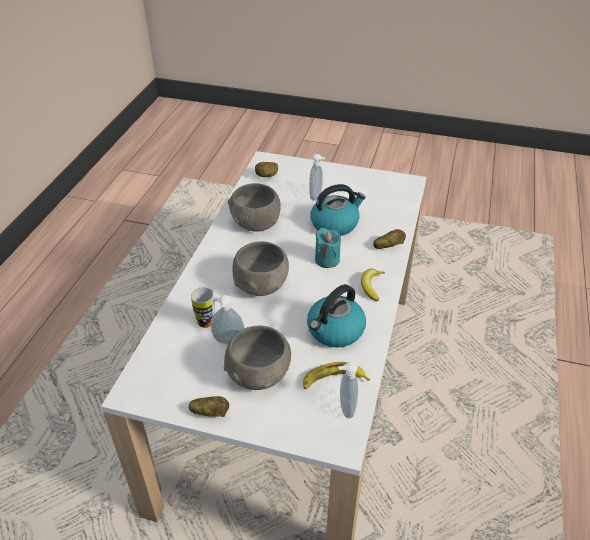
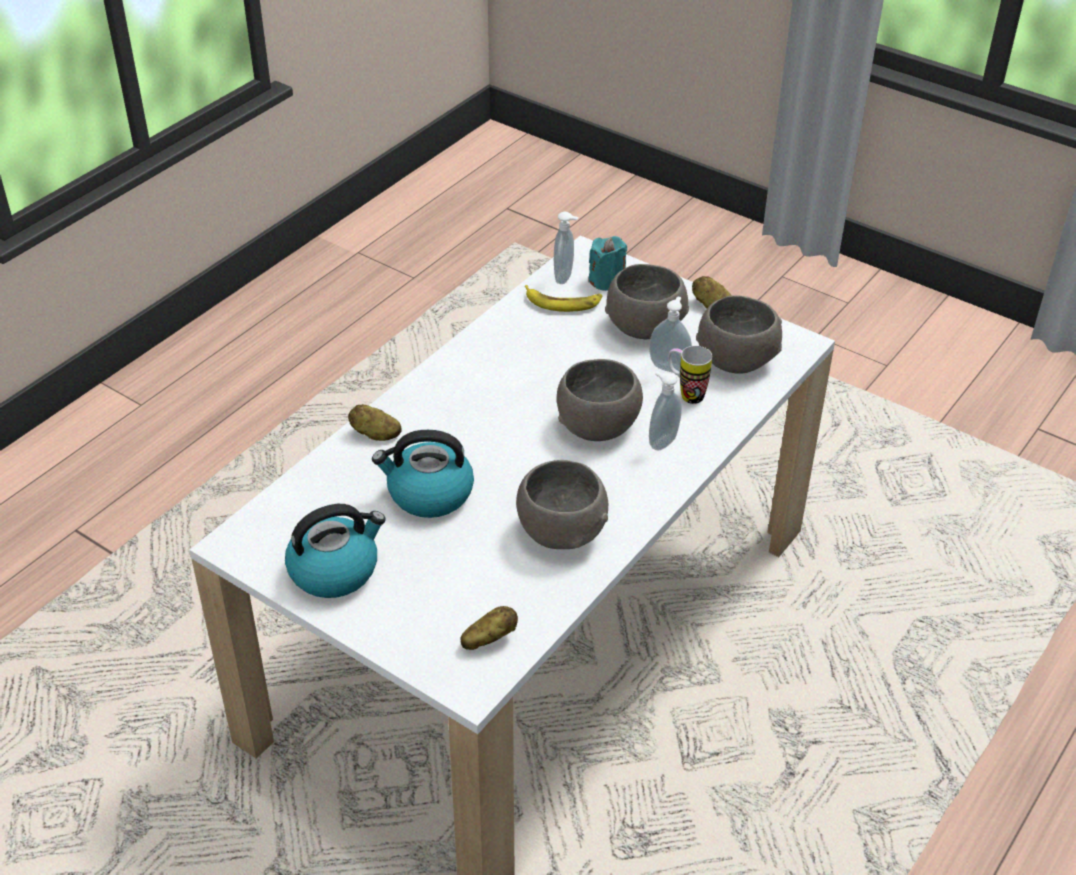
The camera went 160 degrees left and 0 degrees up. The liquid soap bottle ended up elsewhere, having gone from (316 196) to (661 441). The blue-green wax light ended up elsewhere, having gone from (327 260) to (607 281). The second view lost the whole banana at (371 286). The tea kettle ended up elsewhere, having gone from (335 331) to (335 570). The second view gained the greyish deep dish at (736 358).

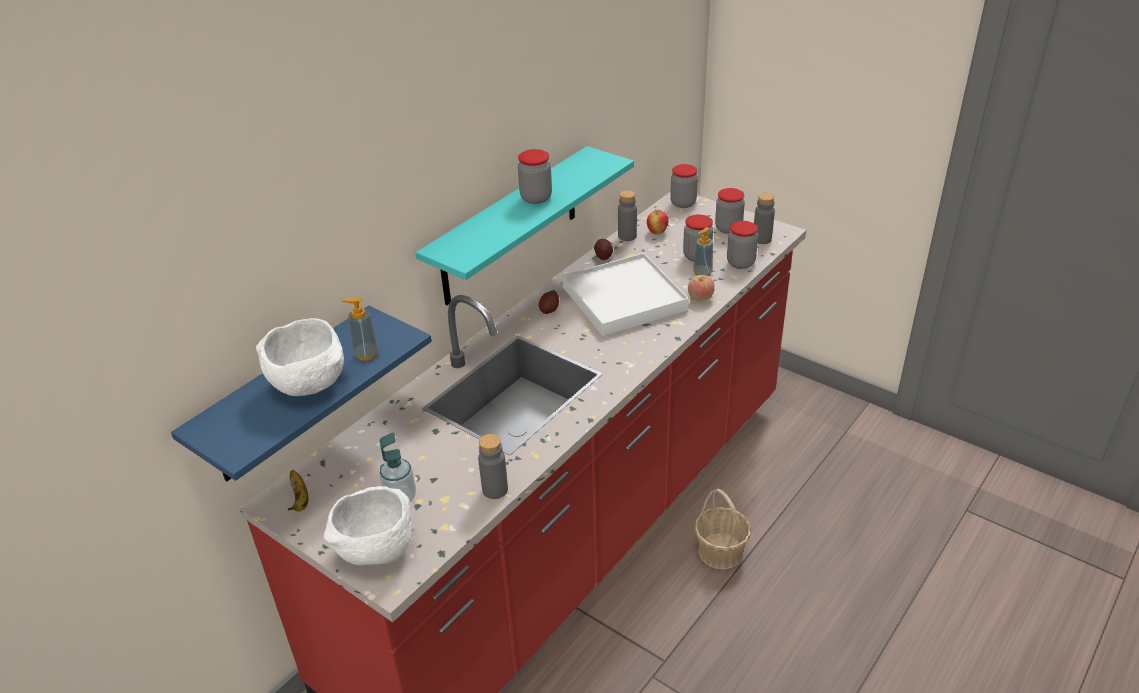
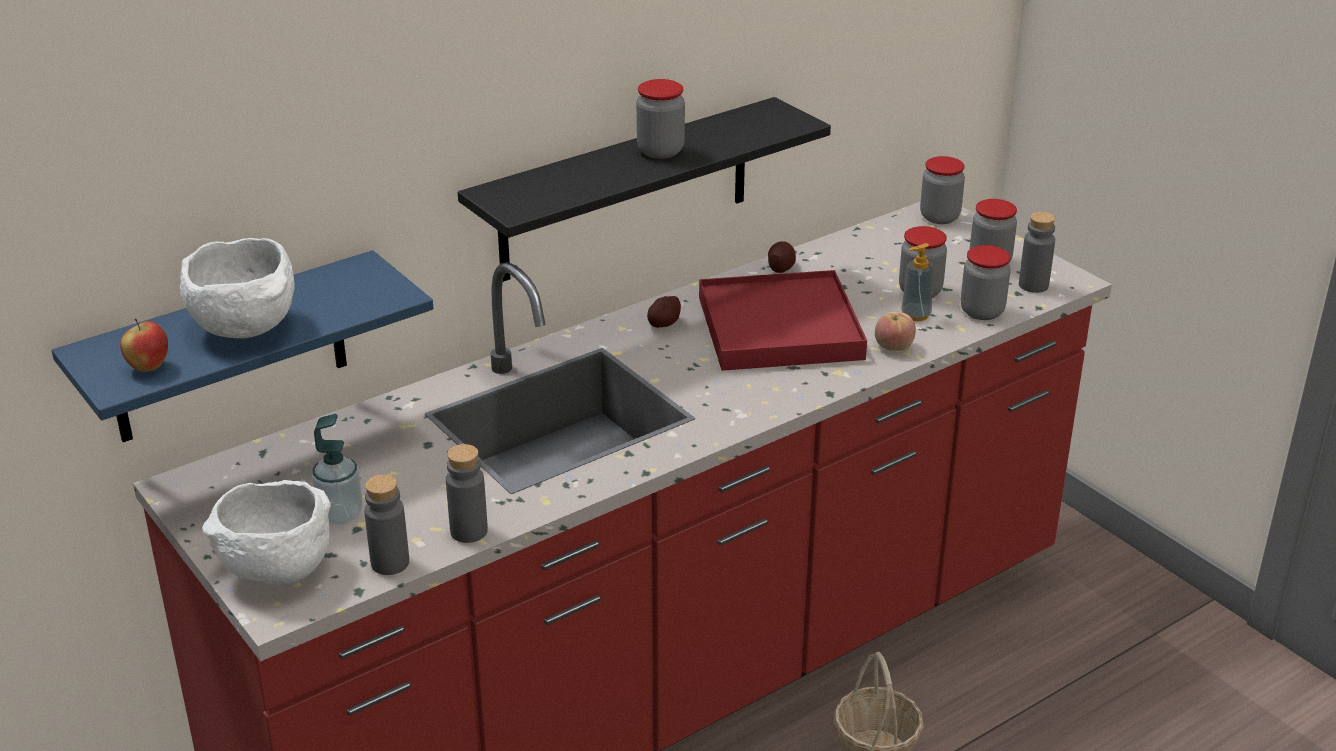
The camera went 15 degrees right and 5 degrees down. What was the blue-green wall shelf at (510 227) turned into the black wall shelf at (625 190). The greyish drink bottle ended up elsewhere, having gone from (627 236) to (390 563). The apple fruit ended up elsewhere, having gone from (657 232) to (149 367). What was the white serving tray at (623 299) turned into the red-coloured serving tray at (779 328). The second view lost the liquid soap bottle at (366 354). The second view lost the whole banana at (300 499).

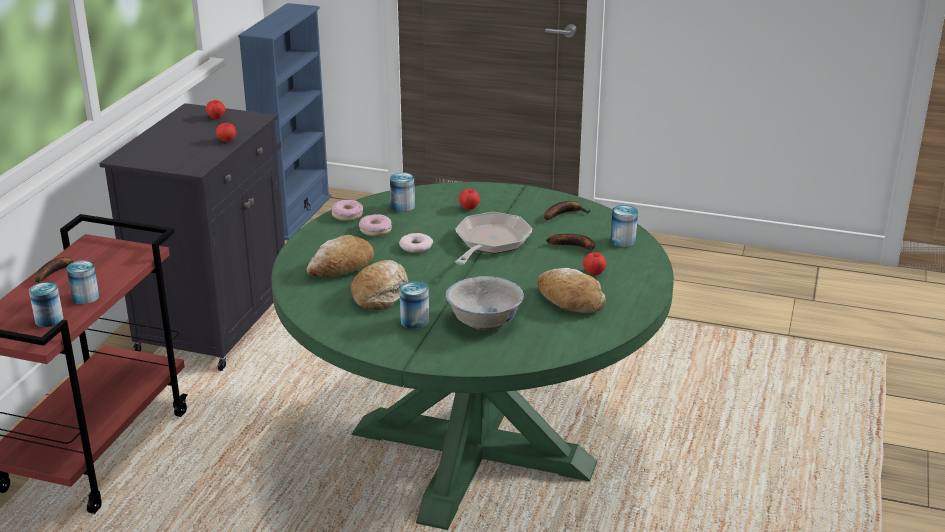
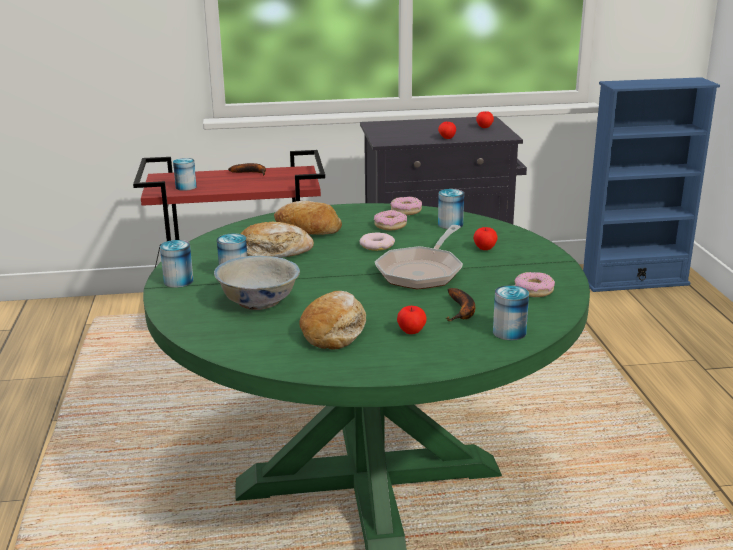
The camera went 65 degrees right and 5 degrees down. Where the whole banana stood at (564 214), the donut came to stand at (533 290). The pan at (490 242) ended up facing another way, 120 degrees clockwise from before. The metal can ended up elsewhere, having gone from (85 297) to (178 281).

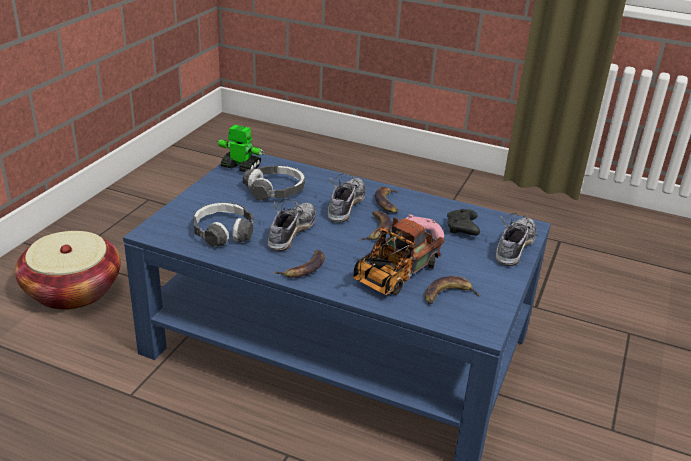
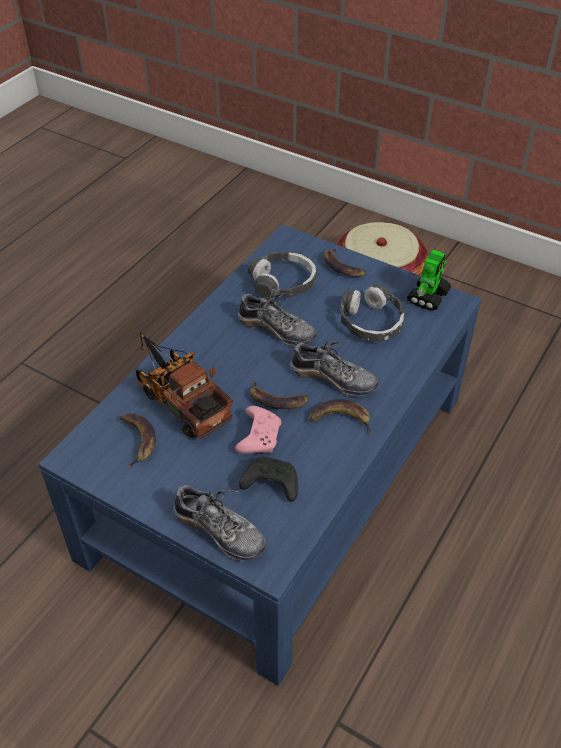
The camera went 100 degrees right and 15 degrees up. The whole banana ended up elsewhere, having gone from (304 268) to (342 266).

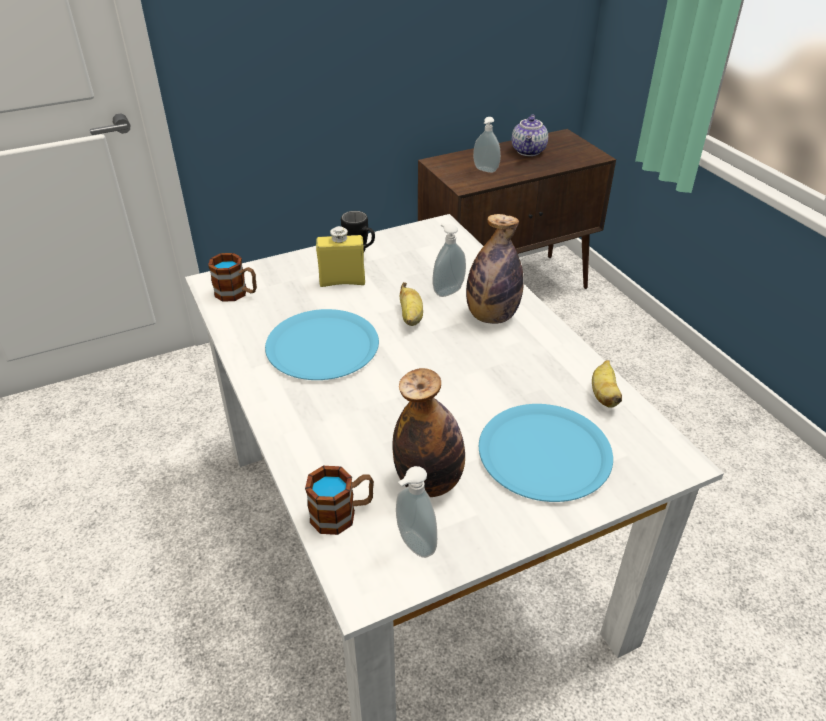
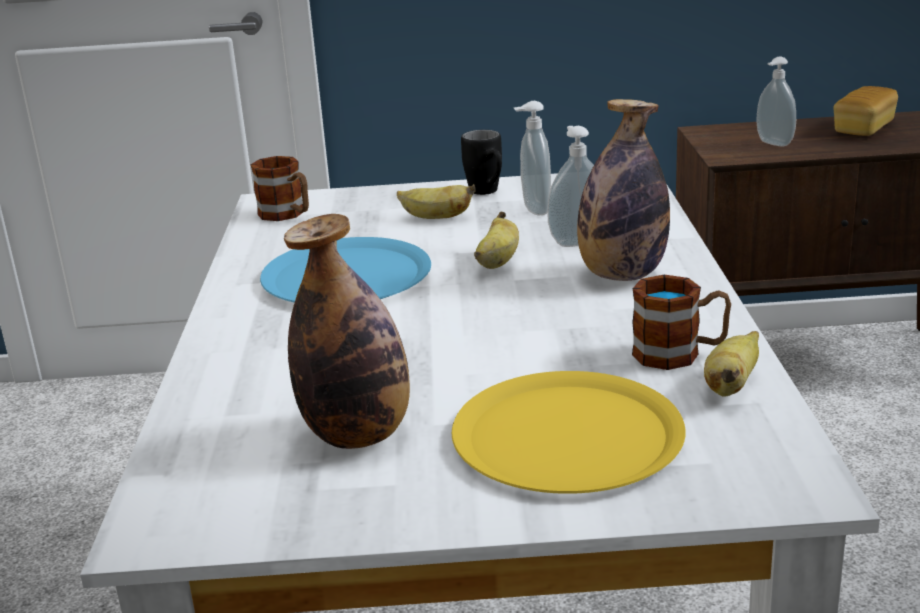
The camera went 25 degrees right and 15 degrees down. Where the pot for tea stood at (529 151), the baked bread came to stand at (863 128). Where the yellowish drink bottle stood at (342 282), the whole banana came to stand at (435 218). What was the blue dinner plate at (545 453) turned into the yellowish dinner plate at (568 435). The tea mug ended up elsewhere, having gone from (342 514) to (680 354). The liquid soap bottle ended up elsewhere, having gone from (413 545) to (533 210).

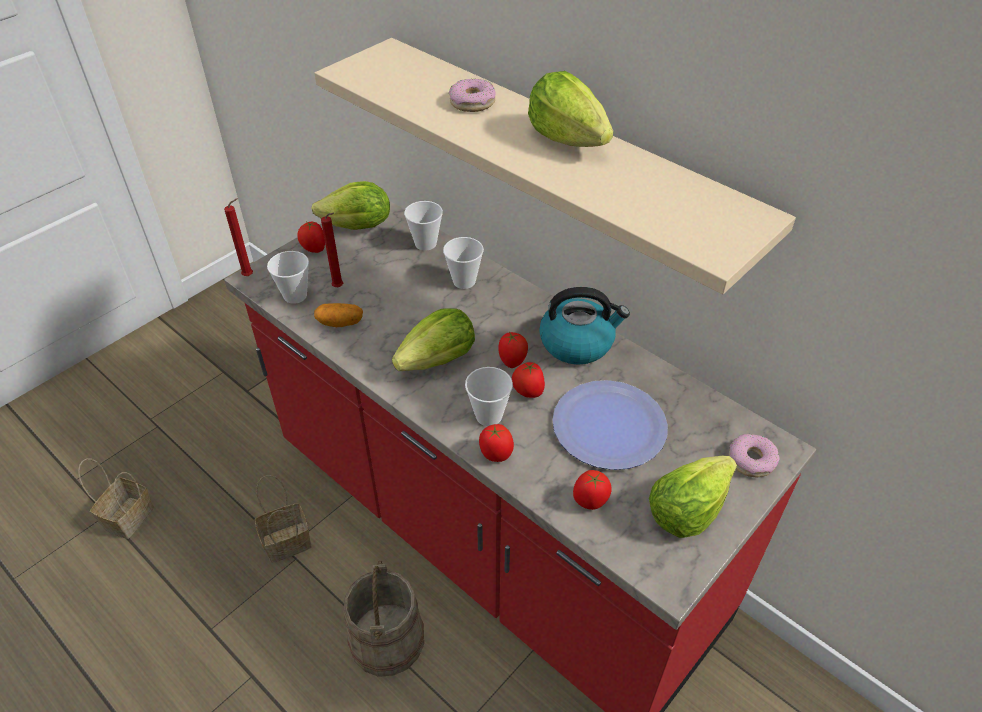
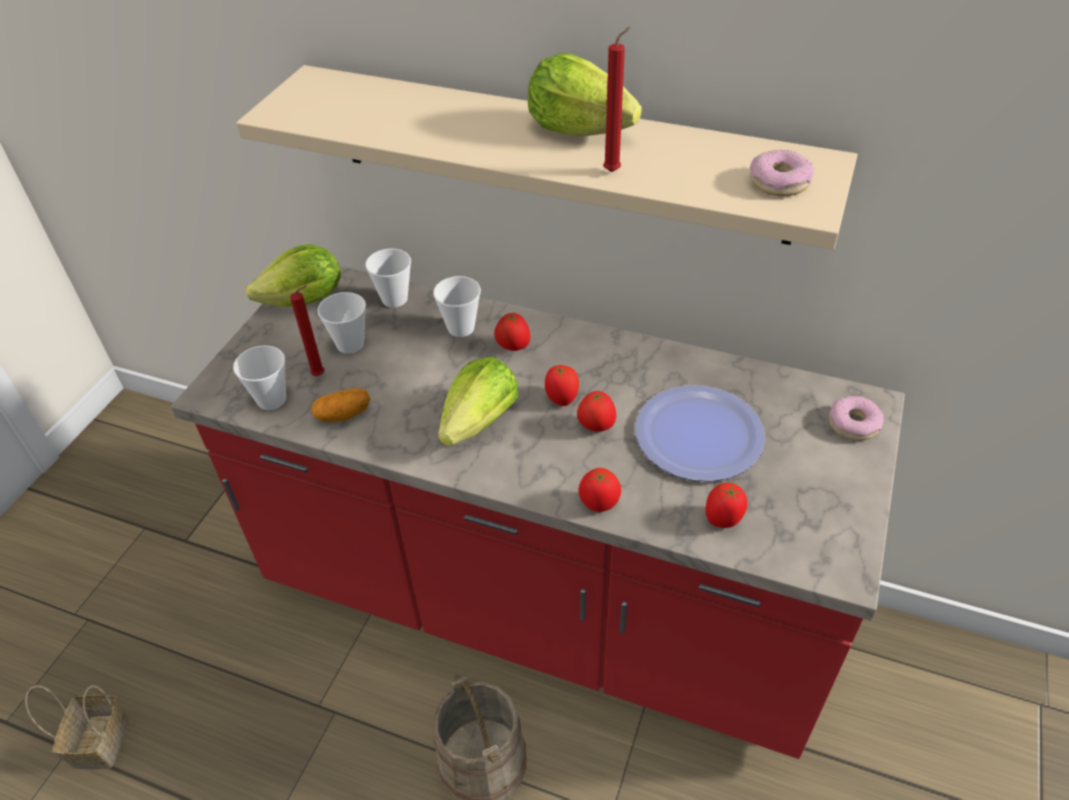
The camera went 20 degrees left and 0 degrees up. The donut ended up elsewhere, having gone from (472 102) to (779 182). The red-coloured wax light ended up elsewhere, having gone from (250 276) to (614 171). The fresh tomato ended up elsewhere, having gone from (313 249) to (513 347). The second view lost the tea kettle at (578 343). The cup ended up elsewhere, having gone from (489 416) to (350 344). The second view lost the lettuce at (686 510). The second view lost the basket at (288 541).

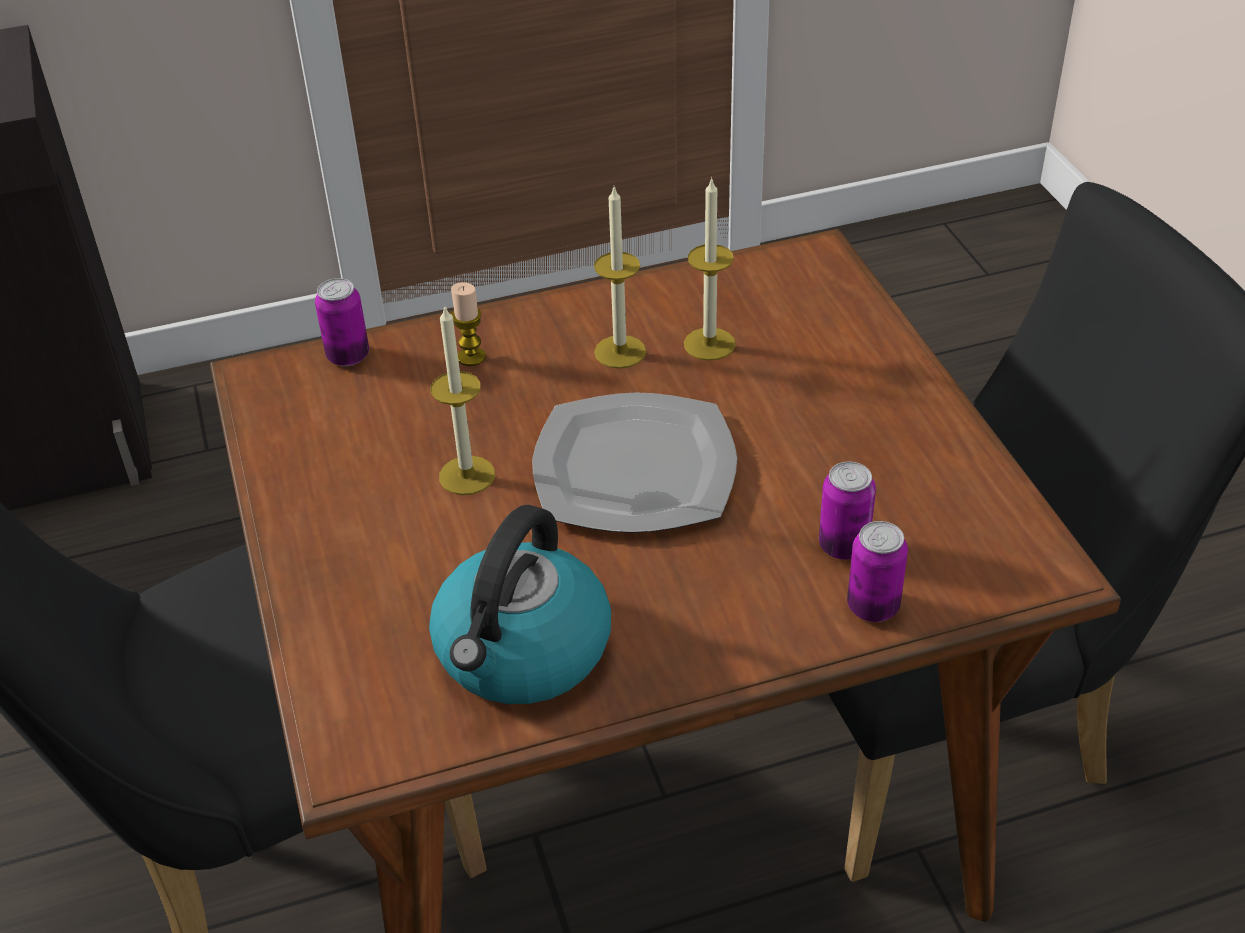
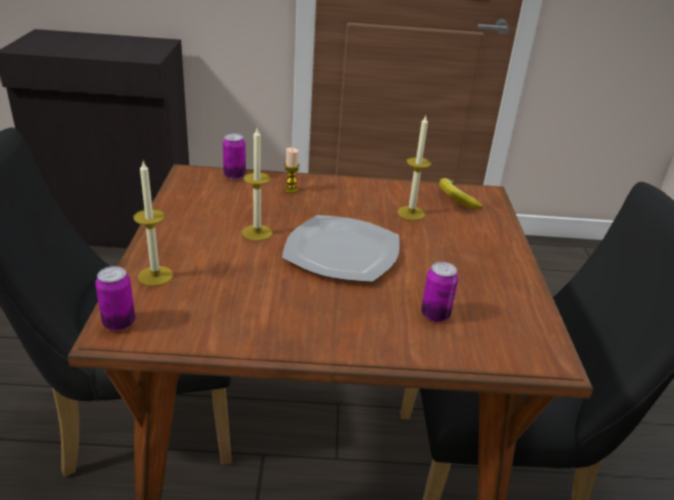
The camera went 15 degrees right and 10 degrees down. The wax light ended up elsewhere, having gone from (620 352) to (155 276). The second view lost the tea kettle at (522 652). The metal can ended up elsewhere, having gone from (873 607) to (119 323). The second view gained the whole banana at (456 198).

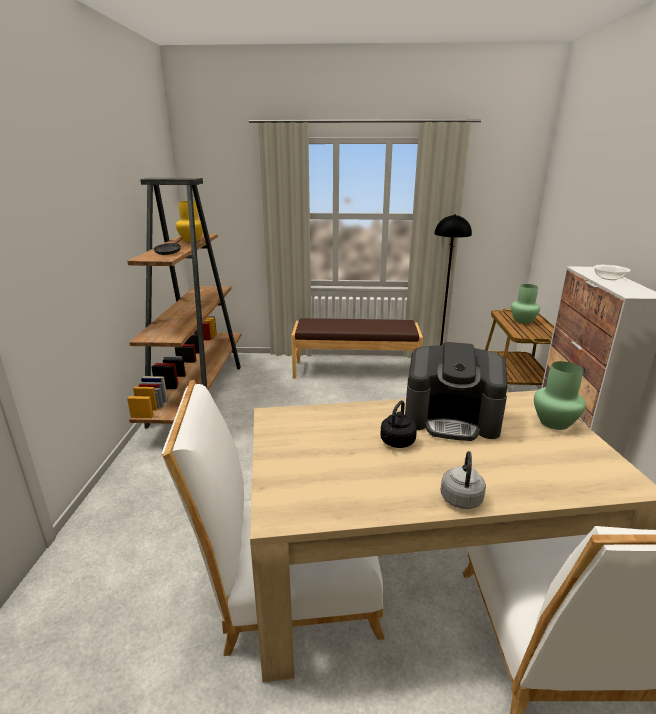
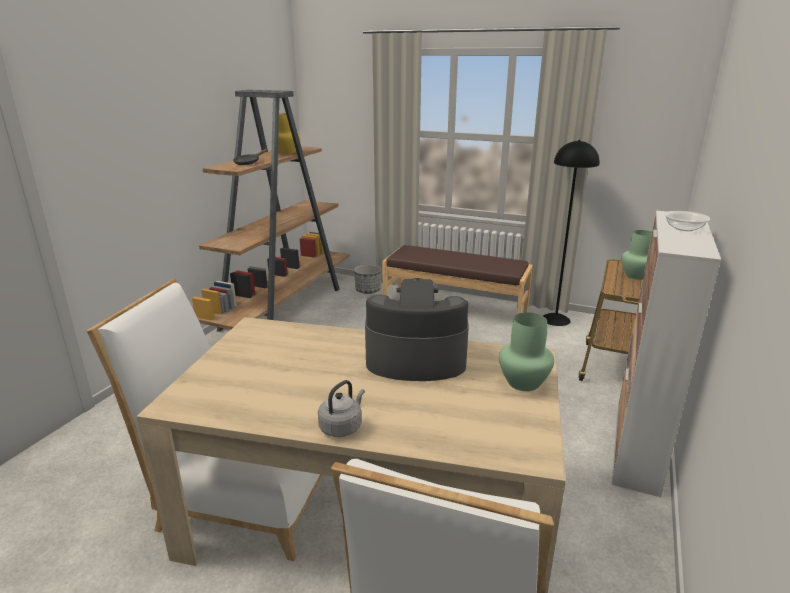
The camera went 20 degrees right and 0 degrees up. The coffee machine at (451 419) ended up facing another way, 150 degrees clockwise from before. The second view lost the black tea kettle at (396 442). The second view gained the plant pot at (368 290).

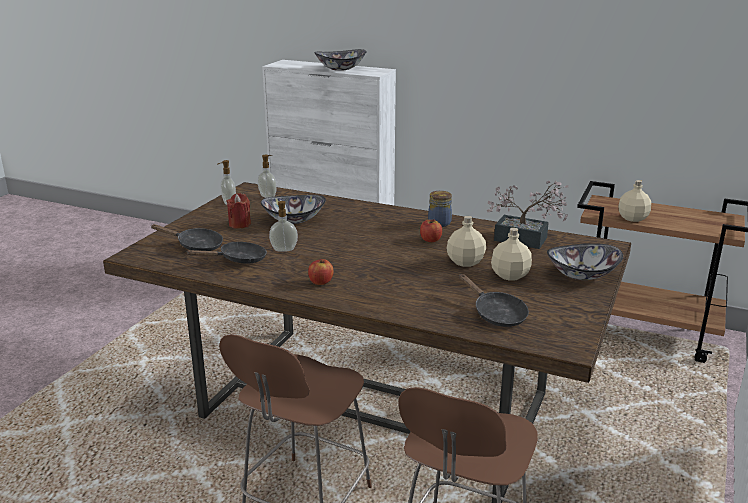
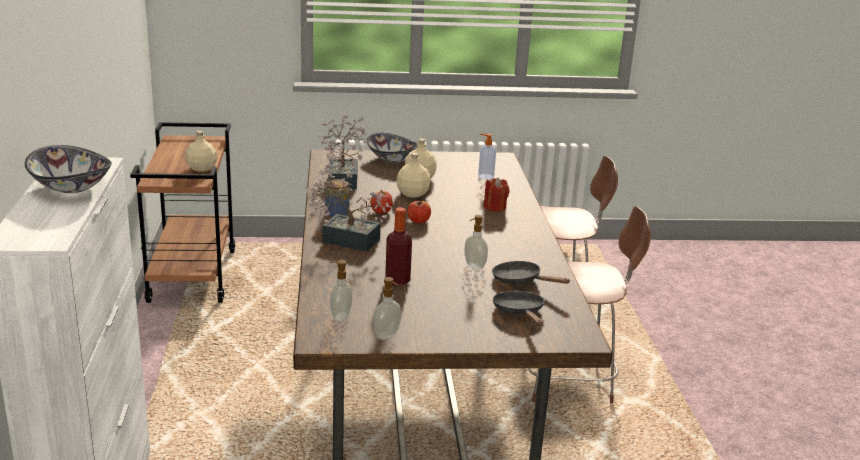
The camera went 120 degrees left and 0 degrees up. The red-coloured wax light ended up elsewhere, having gone from (239 224) to (495 207). Where the deep dish stood at (294 220), the drink bottle came to stand at (397 281). The apple fruit ended up elsewhere, having gone from (320 282) to (418 221). Where the black pan stood at (496 314), the liquid soap bottle came to stand at (485 176). The second view gained the plant in a pot at (345 239).

